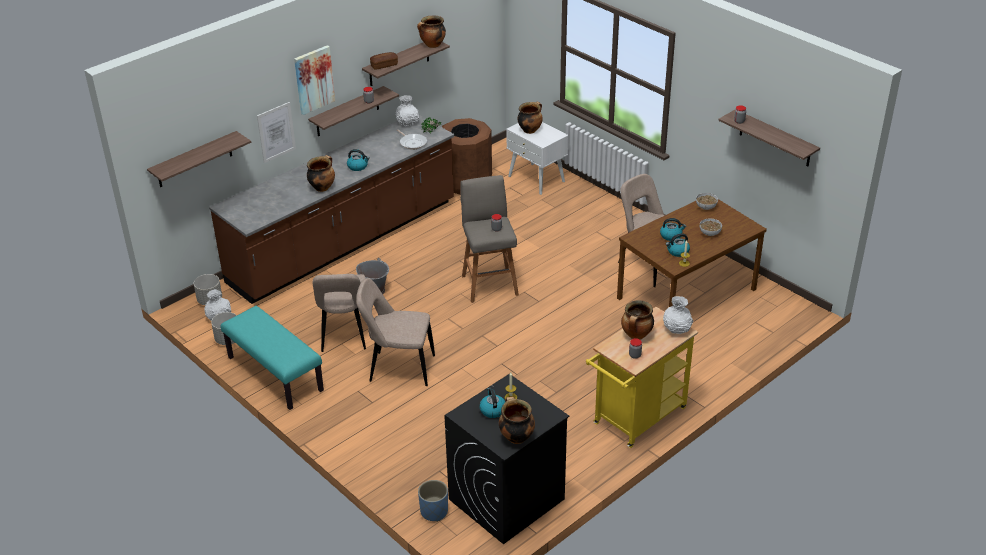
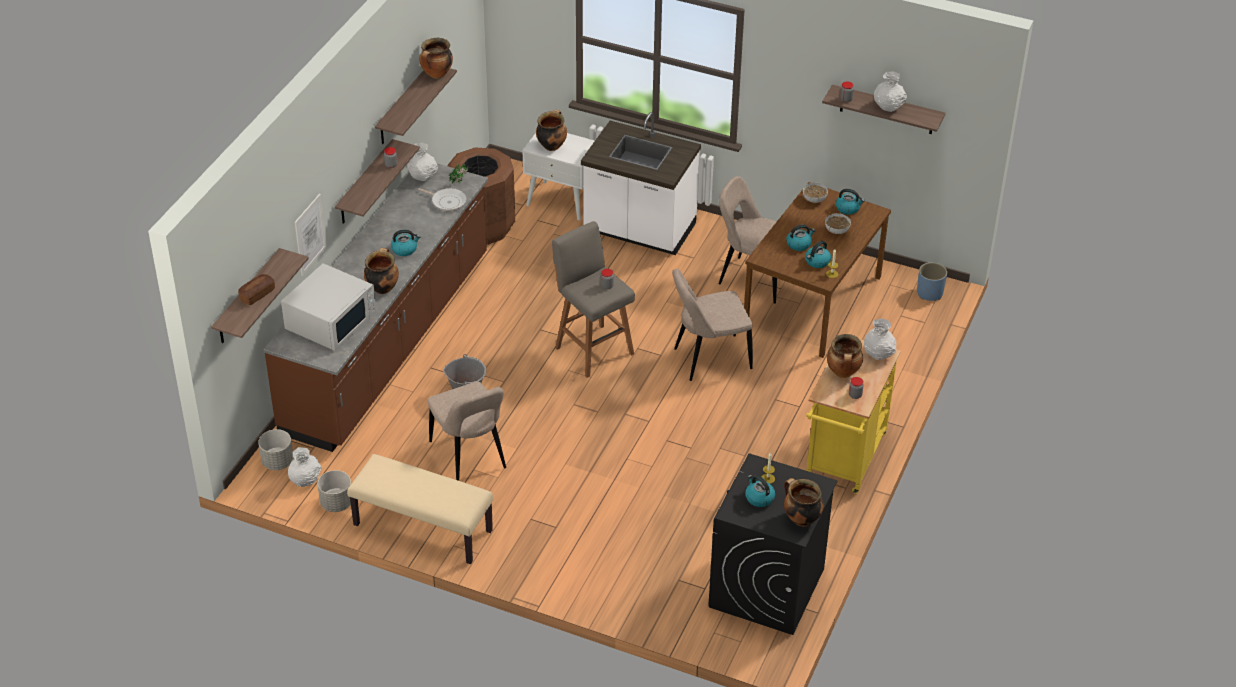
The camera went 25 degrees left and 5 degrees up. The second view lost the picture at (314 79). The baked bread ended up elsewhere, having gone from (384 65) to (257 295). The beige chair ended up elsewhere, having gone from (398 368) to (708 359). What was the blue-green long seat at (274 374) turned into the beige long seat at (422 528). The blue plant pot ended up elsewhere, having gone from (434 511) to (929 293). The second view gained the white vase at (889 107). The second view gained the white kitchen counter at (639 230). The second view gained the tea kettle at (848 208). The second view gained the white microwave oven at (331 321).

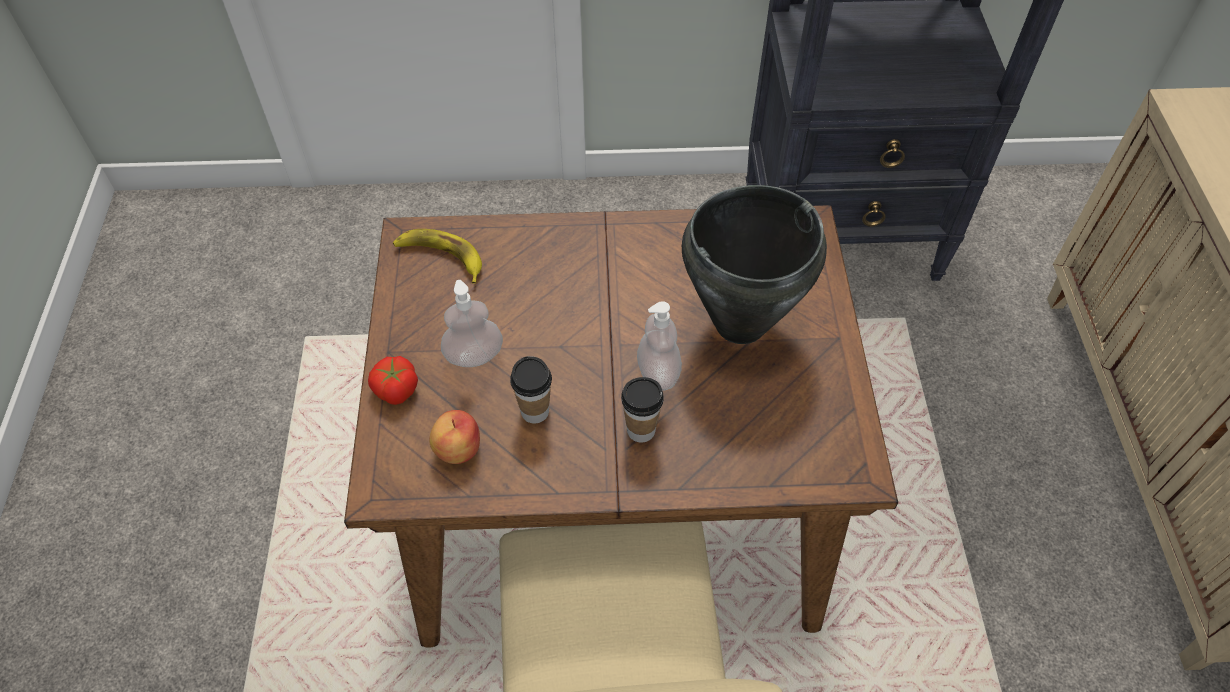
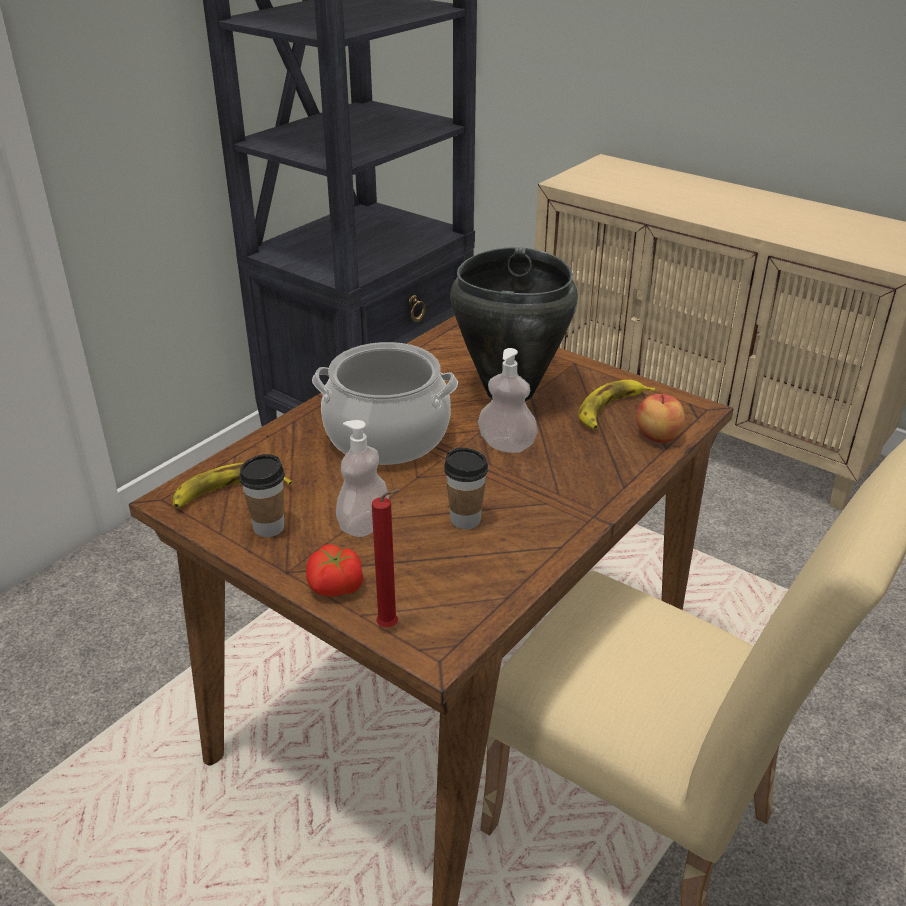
The camera went 50 degrees left and 20 degrees down. The cup ended up elsewhere, having gone from (641 430) to (269 527). The apple fruit ended up elsewhere, having gone from (457 449) to (657 436). The second view gained the saucepot at (387 435). The second view gained the whole banana at (611 410). The second view gained the red-coloured wax light at (391 627).

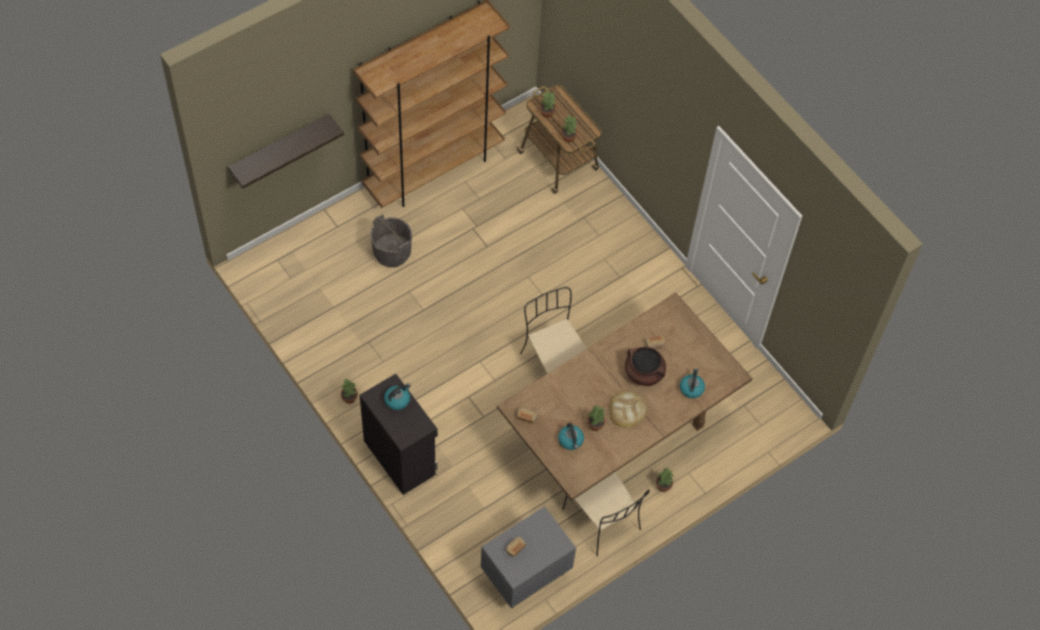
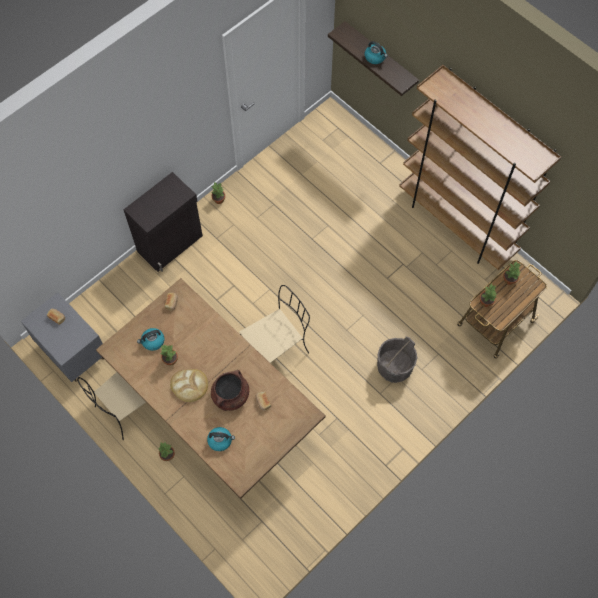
The camera went 85 degrees right and 5 degrees up. The greyish pail ended up elsewhere, having gone from (392 253) to (394 368). The tea kettle ended up elsewhere, having gone from (397 400) to (375 57).

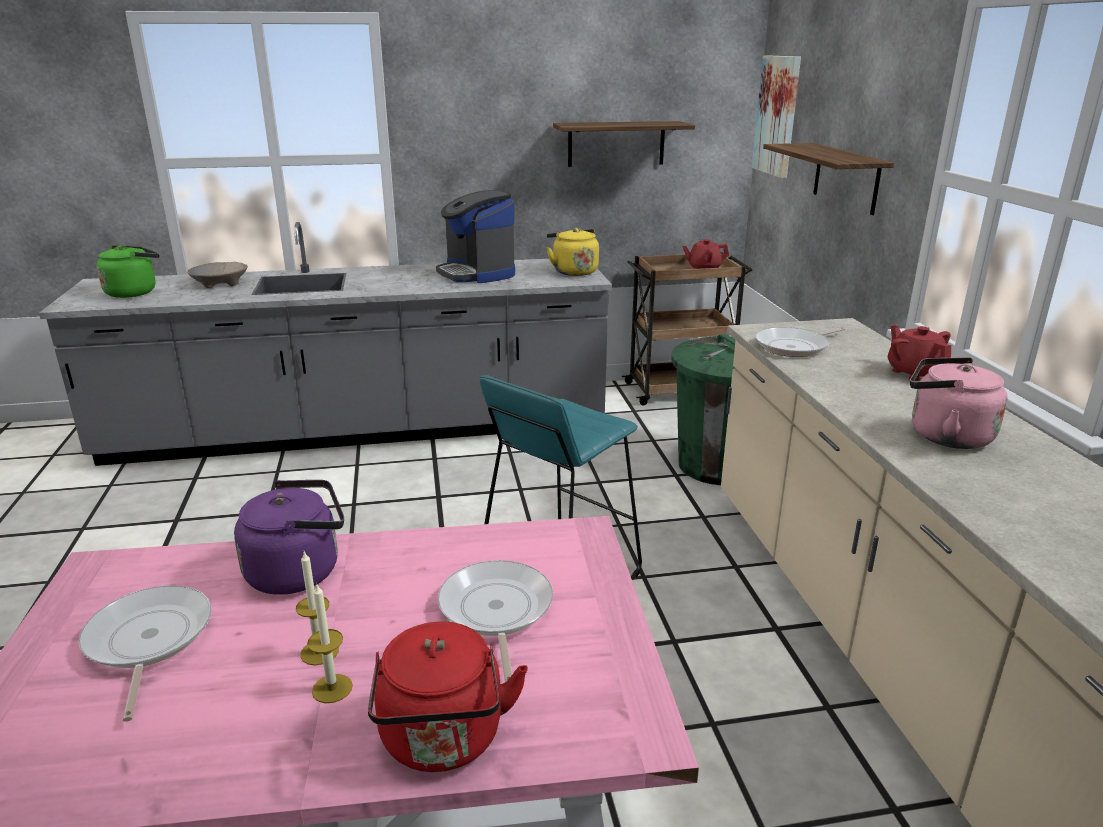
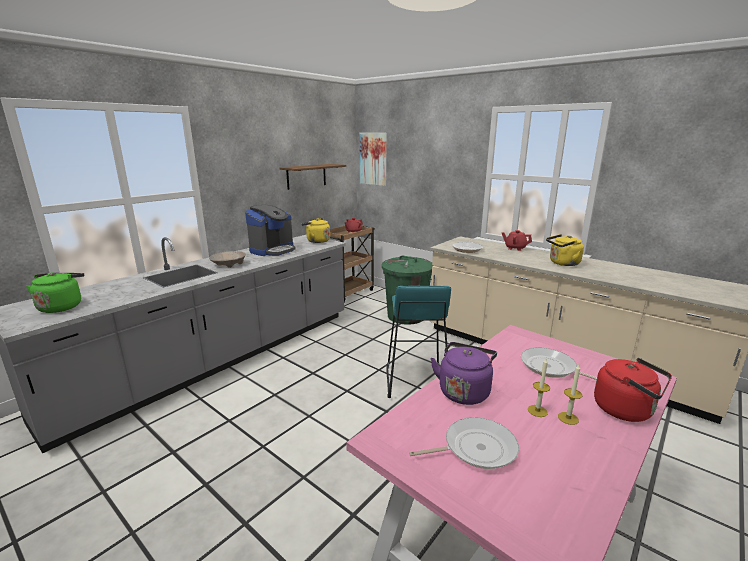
The camera went 40 degrees left and 5 degrees down. The second view lost the wall shelf at (846 178). The coffee machine at (477 273) ended up facing another way, 75 degrees counterclockwise from before. The beige deep dish ended up elsewhere, having gone from (219 283) to (228 264). What was the pinkish tea kettle at (944 436) turned into the yellowish tea kettle at (562 263). The pan at (148 641) ended up facing another way, 135 degrees clockwise from before.

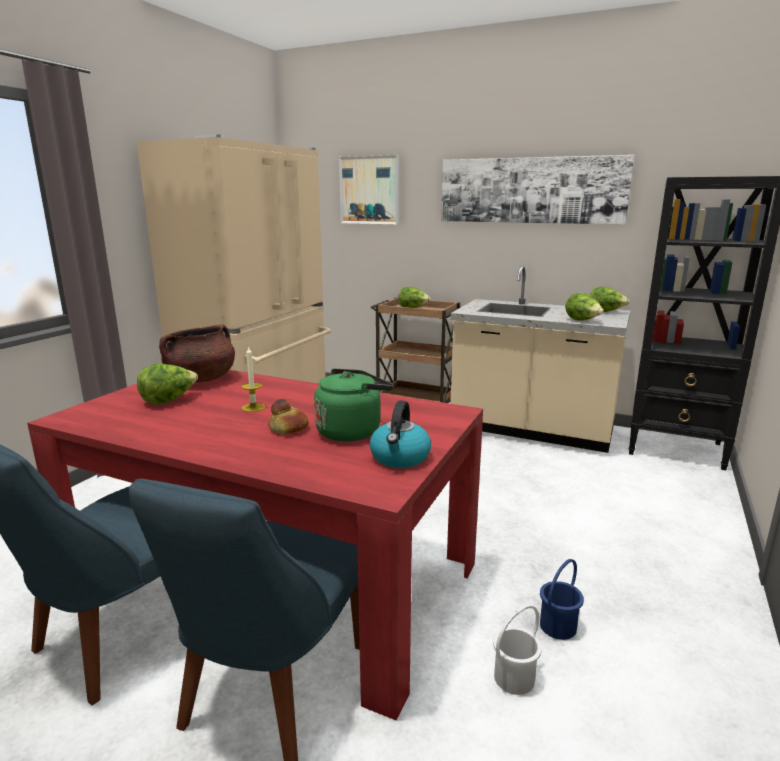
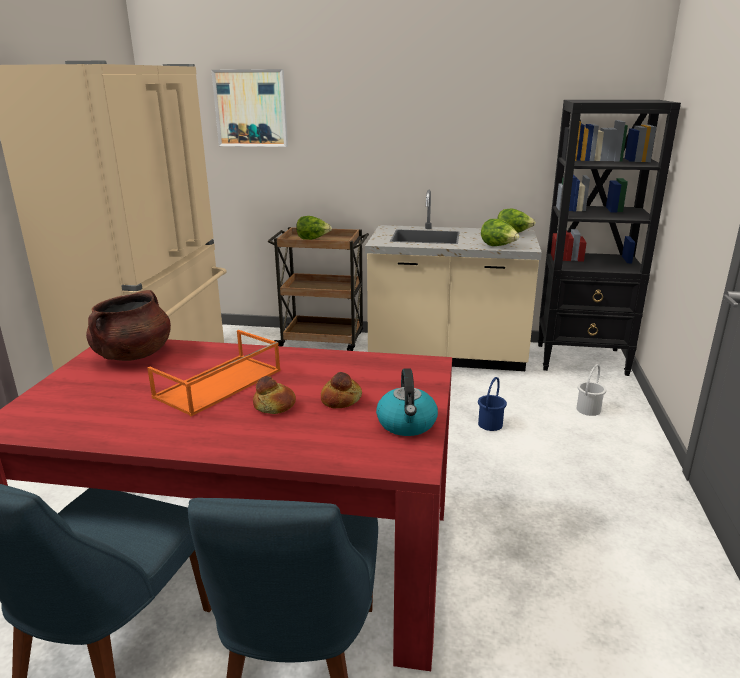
The camera went 15 degrees left and 5 degrees up. The second view lost the picture at (530 190). Where the wax light stood at (253 407), the orange serving tray came to stand at (218 384). The second view lost the lettuce at (169 400). Where the green tea kettle stood at (352 431), the baked bread came to stand at (341 400). The blue pail ended up elsewhere, having gone from (558 626) to (490 424). The white pail ended up elsewhere, having gone from (515 678) to (589 410).

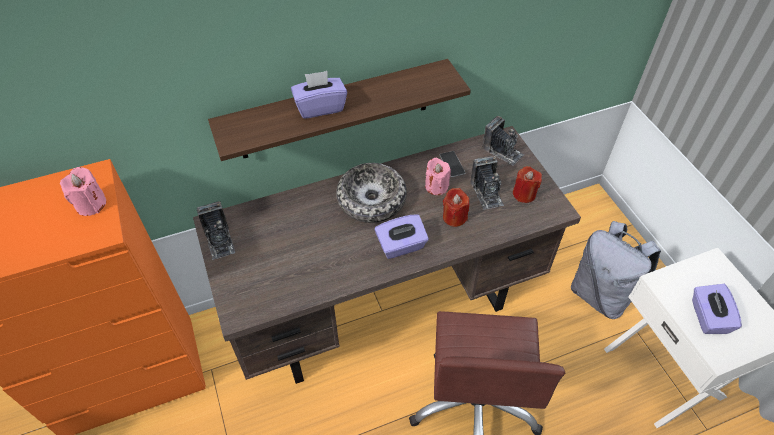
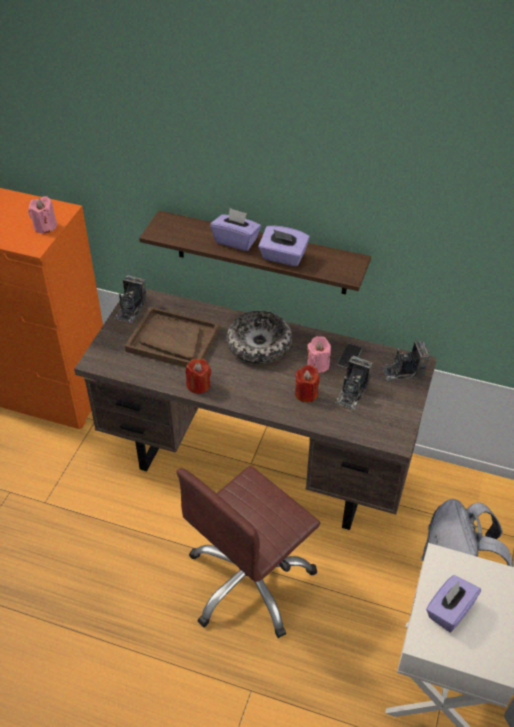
The camera went 40 degrees right and 5 degrees down. The still camera at (502 151) ended up facing another way, 90 degrees clockwise from before. The red-coloured wax light ended up elsewhere, having gone from (524 194) to (198 385). The purple-coloured tissue holder ended up elsewhere, having gone from (401 246) to (283 257). The second view gained the brown serving tray at (173 340).

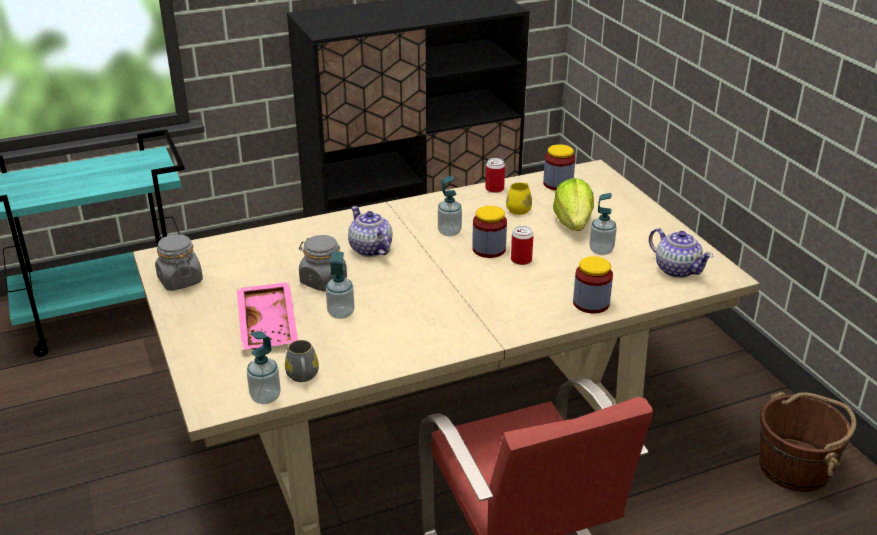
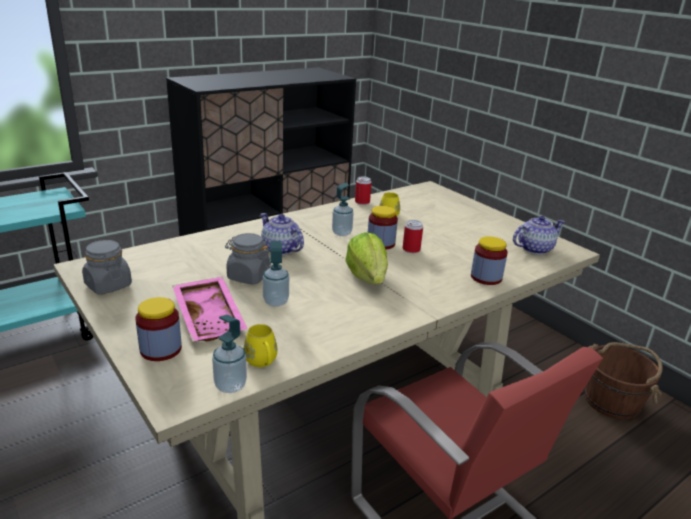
The camera went 15 degrees left and 5 degrees down. The storage jar ended up elsewhere, having gone from (558 184) to (161 349). The lettuce ended up elsewhere, having gone from (573 224) to (367 277). The second view lost the liquid soap bottle at (601 250). The pot for tea at (676 269) ended up facing another way, 60 degrees counterclockwise from before. What was the greyish tea mug at (303 377) turned into the yellowish tea mug at (262 362).

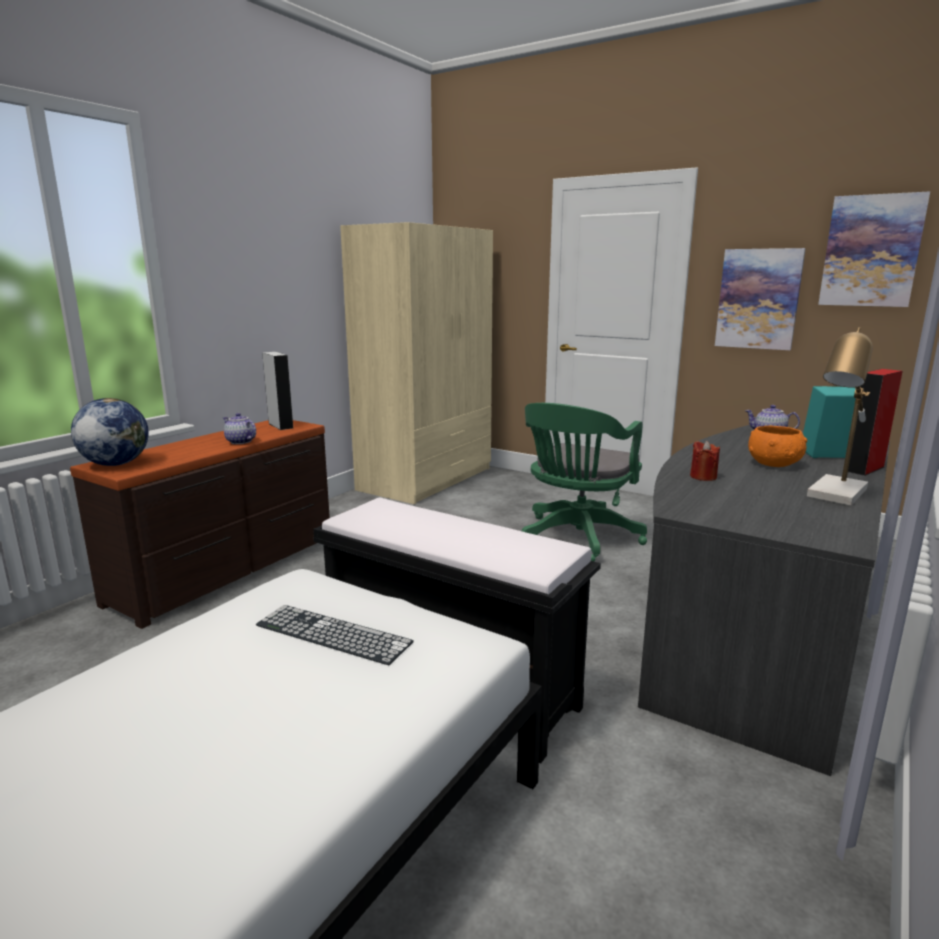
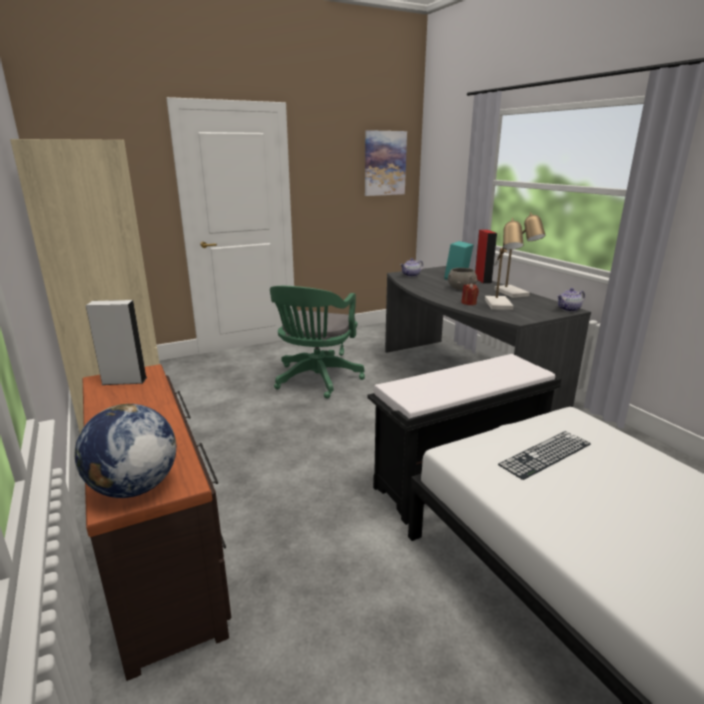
The camera went 60 degrees left and 5 degrees up. The second view lost the picture at (758 299). The green computer chair at (576 539) ended up facing another way, 45 degrees clockwise from before. The pot for tea ended up elsewhere, having gone from (240 442) to (569 310). What was the orange deep dish at (774 464) turned into the greyish deep dish at (461 288). The second view gained the tabletop lamp at (500 306).

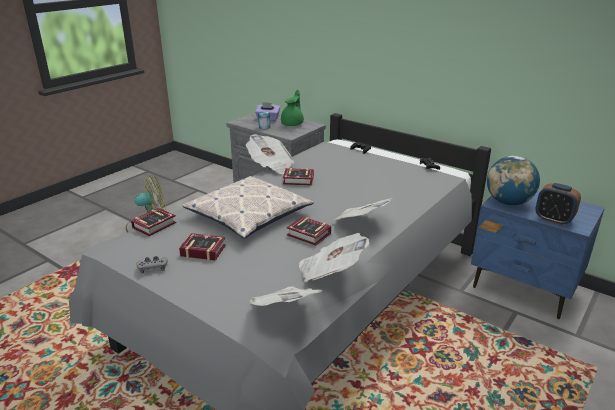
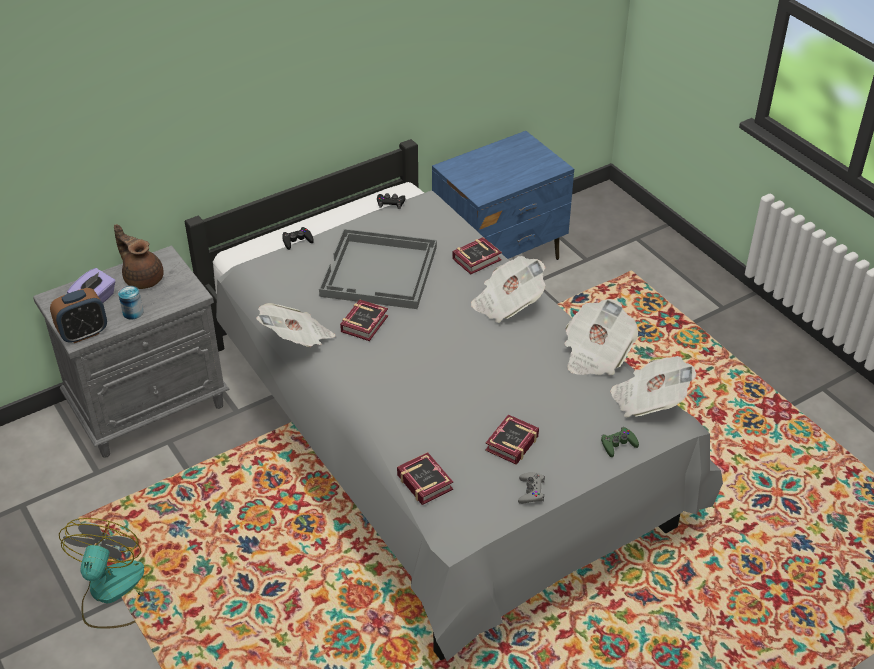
The camera went 70 degrees left and 15 degrees up. What was the green pot for tea at (293 124) turned into the brown pot for tea at (143 278). The second view lost the desk globe at (508 202). The second view lost the pillow at (248 215). The alarm clock ended up elsewhere, having gone from (553 220) to (83 333). The bound book ended up elsewhere, having gone from (309 235) to (479 259). The second view gained the greyish serving tray at (380 272). The second view gained the green game controller at (618 444).

